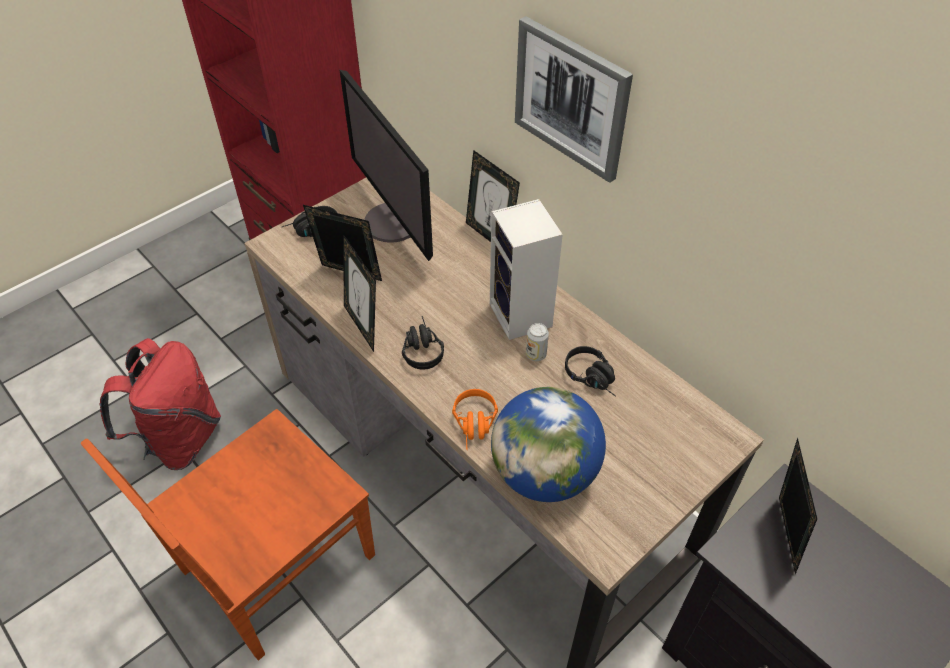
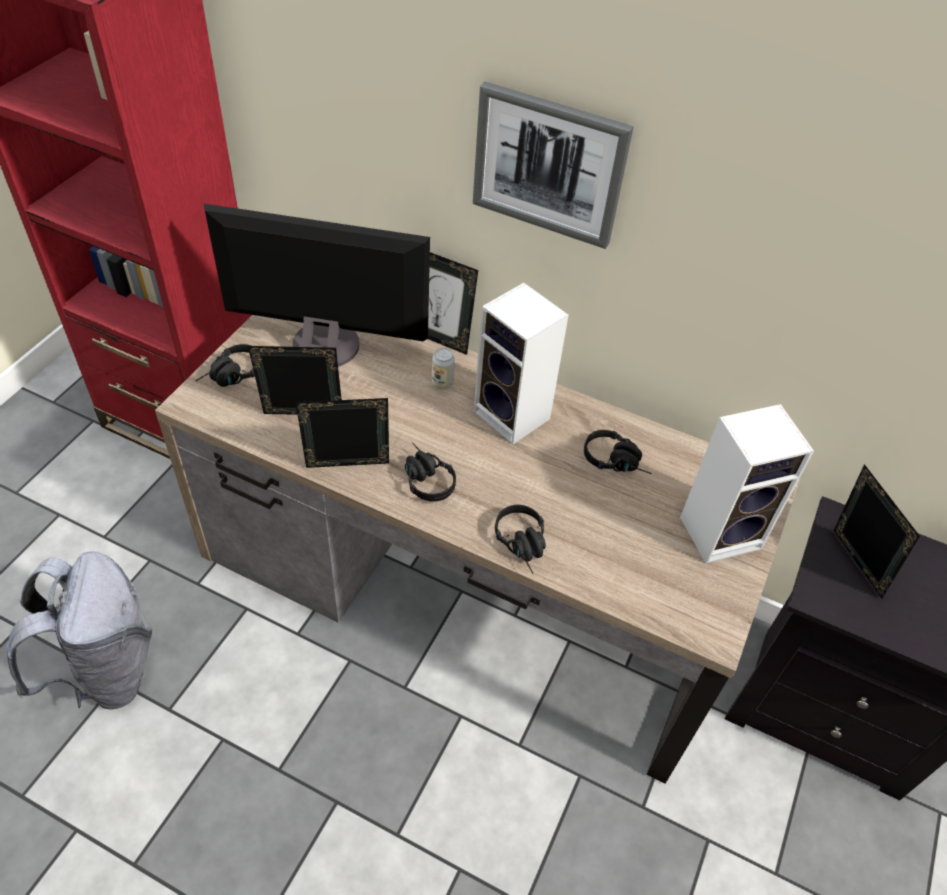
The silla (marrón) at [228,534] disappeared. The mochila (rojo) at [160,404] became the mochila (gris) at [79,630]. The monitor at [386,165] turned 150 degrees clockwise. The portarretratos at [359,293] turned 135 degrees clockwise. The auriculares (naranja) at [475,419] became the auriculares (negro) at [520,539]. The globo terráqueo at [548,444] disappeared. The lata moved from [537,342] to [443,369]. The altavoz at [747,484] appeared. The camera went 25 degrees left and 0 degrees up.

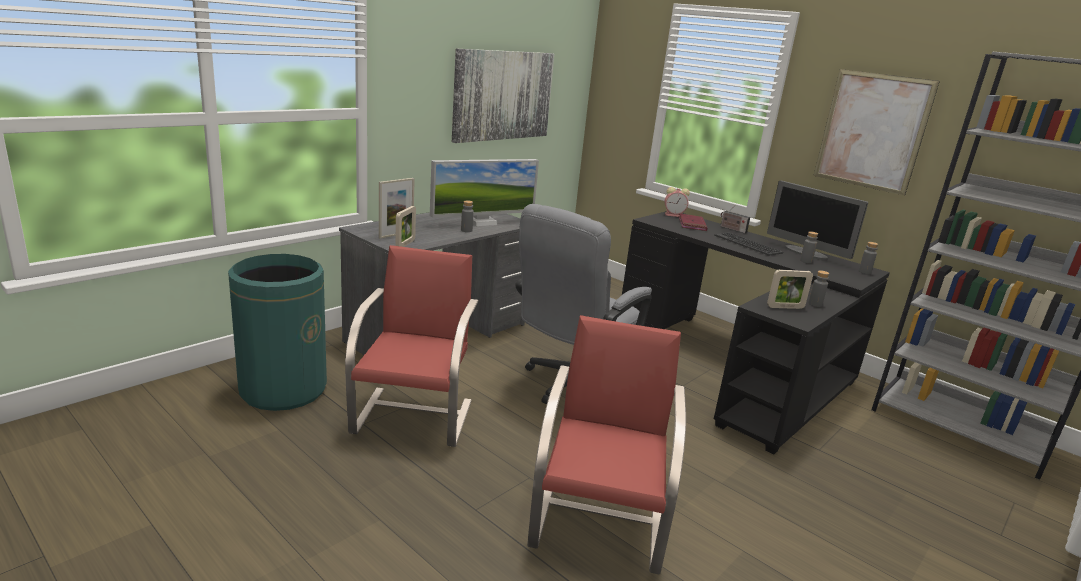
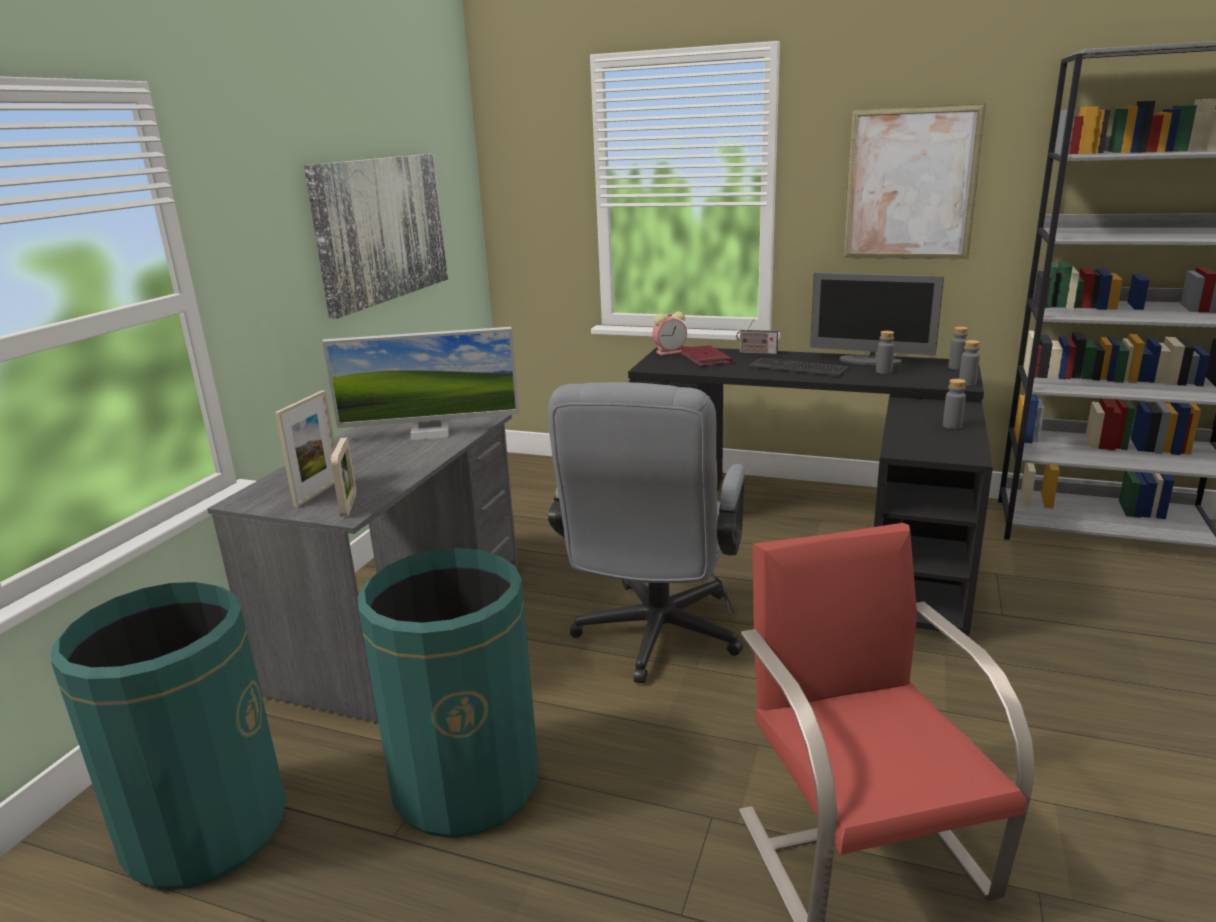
The silla (rojo) at [411,346] was replaced by the papelera (verde) at [448,693]. The monitor at [484,192] turned 45 degrees clockwise. The botella (gris) moved from [467,216] to [969,363]. The portarretratos at [790,289] disappeared. The camera went 20 degrees left and 0 degrees up.

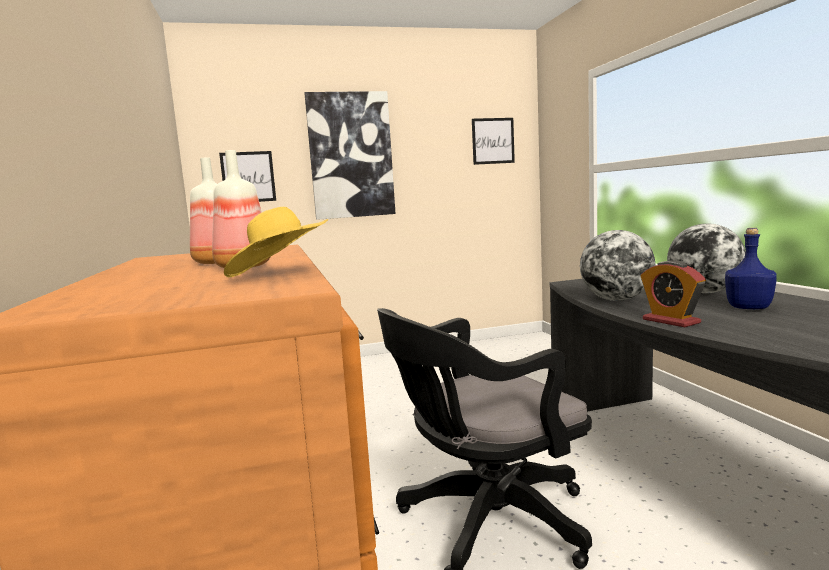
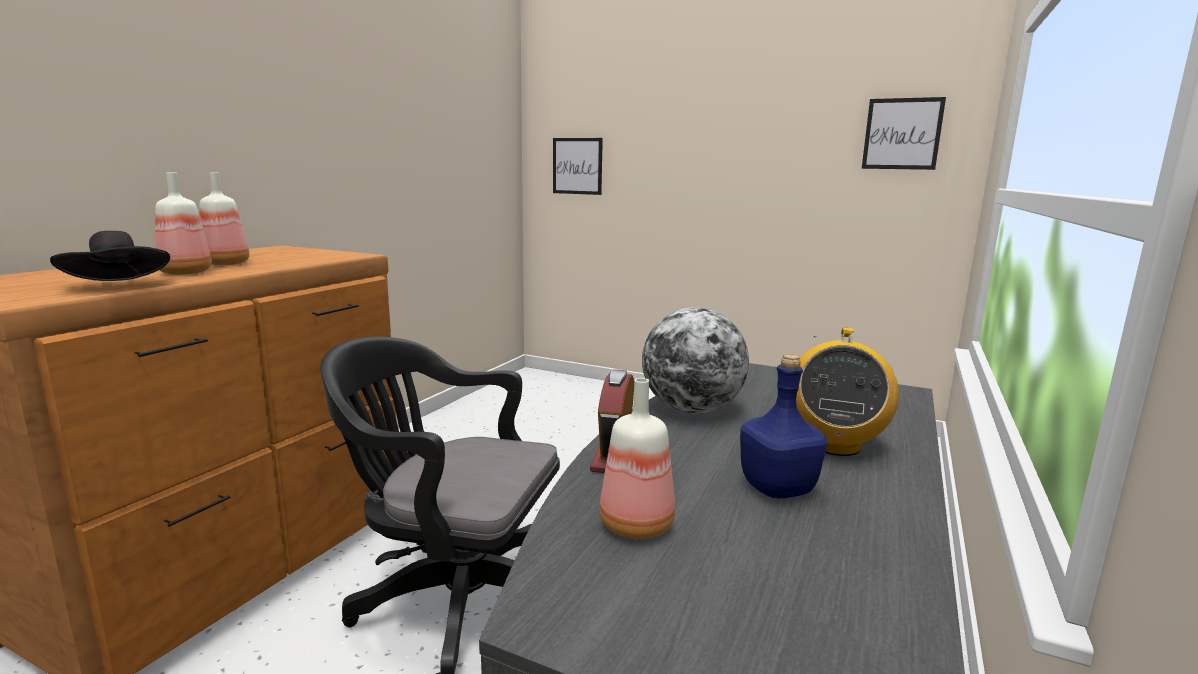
The sombrero (amarillo) at [276,242] became the sombrero (negro) at [110,256]. The cuadro at [350,155] disappeared. The globo terráqueo at [706,258] was replaced by the radio at [847,391]. The botella at [637,458] appeared. The camera went 40 degrees right and 5 degrees up.

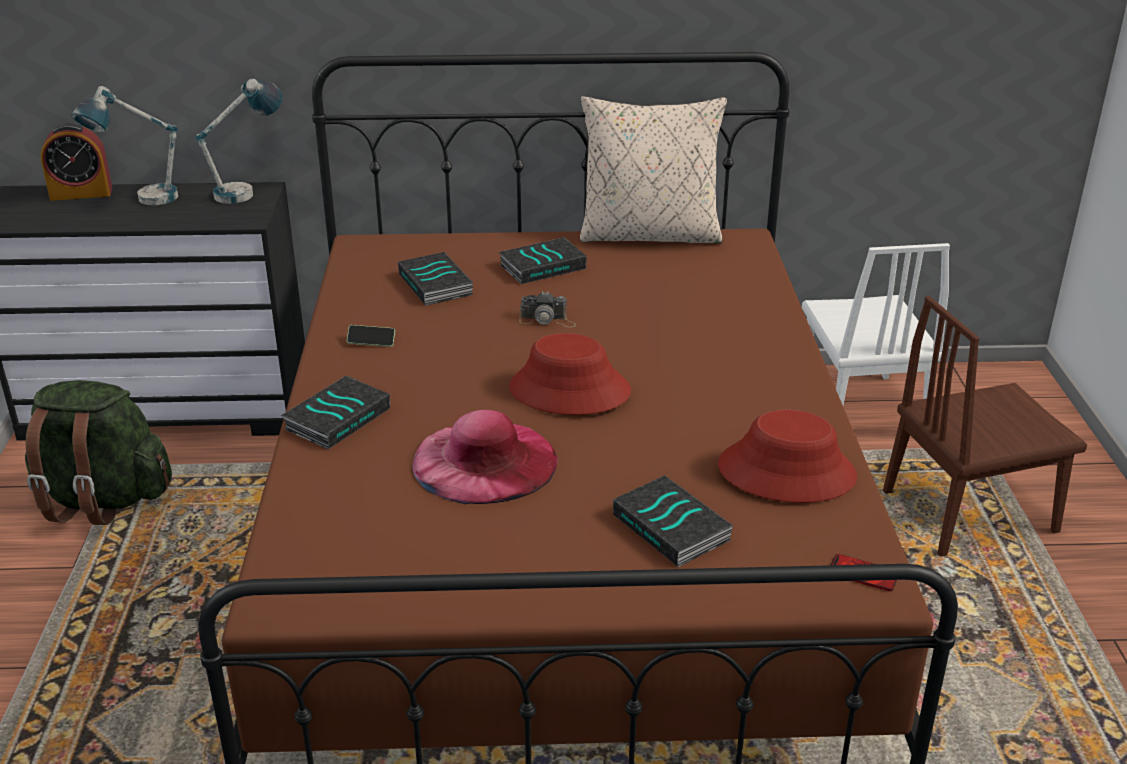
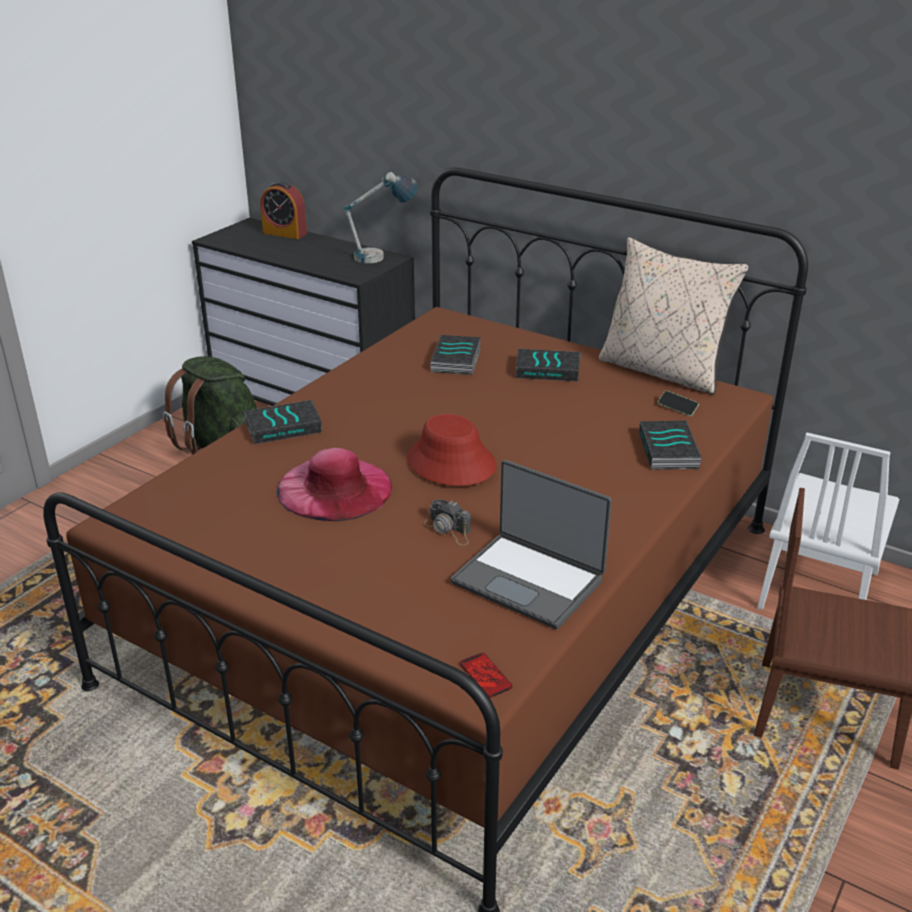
The lámpara de mesa at [124,145] disappeared. The móvil moved from [371,336] to [678,403]. The cámara moved from [547,310] to [447,522]. The libro moved from [673,521] to [670,445]. The sombrero (rojo) at [787,456] was replaced by the portátil at [531,544]. The camera went 35 degrees right and 0 degrees up.

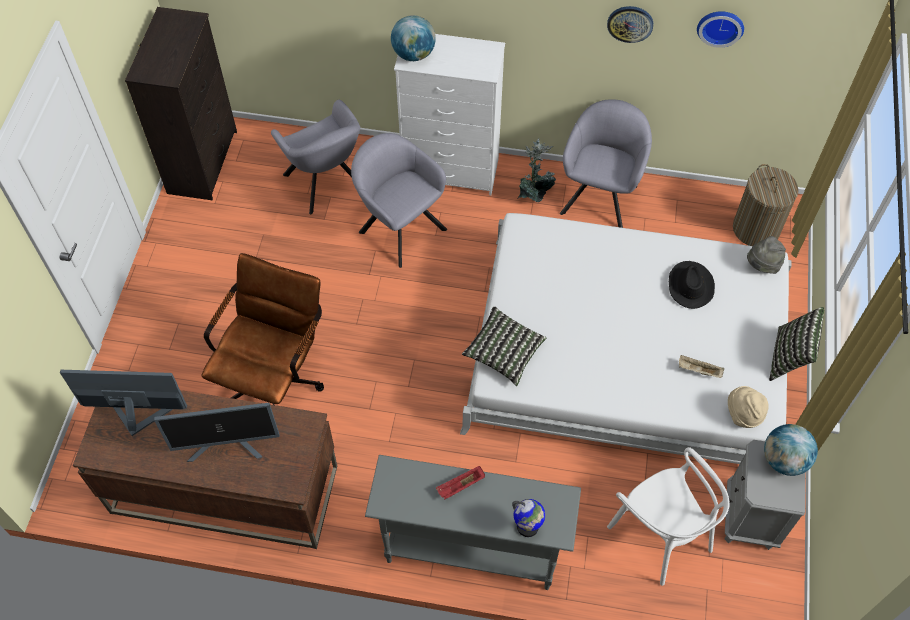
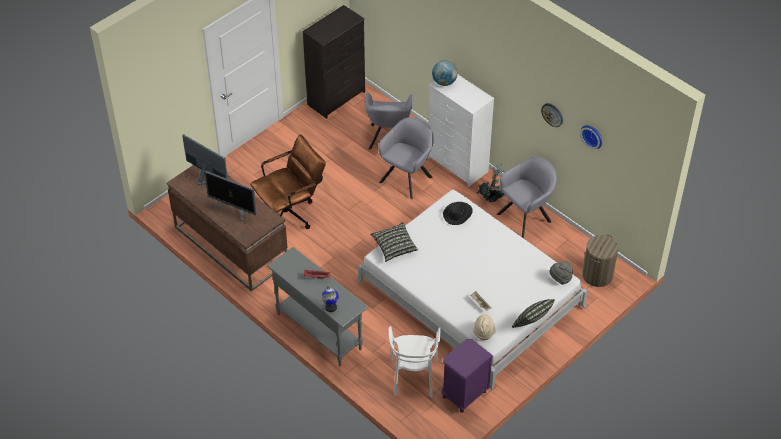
The sillón (gris) at [399,200] turned 45 degrees clockwise. The sombrero (negro) moved from [692,285] to [458,213]. The mesita de noche (gris) at [764,495] became the mesita de noche (morado) at [467,375]. The globo terráqueo at [791,450] disappeared. The camera went 35 degrees right and 10 degrees down.

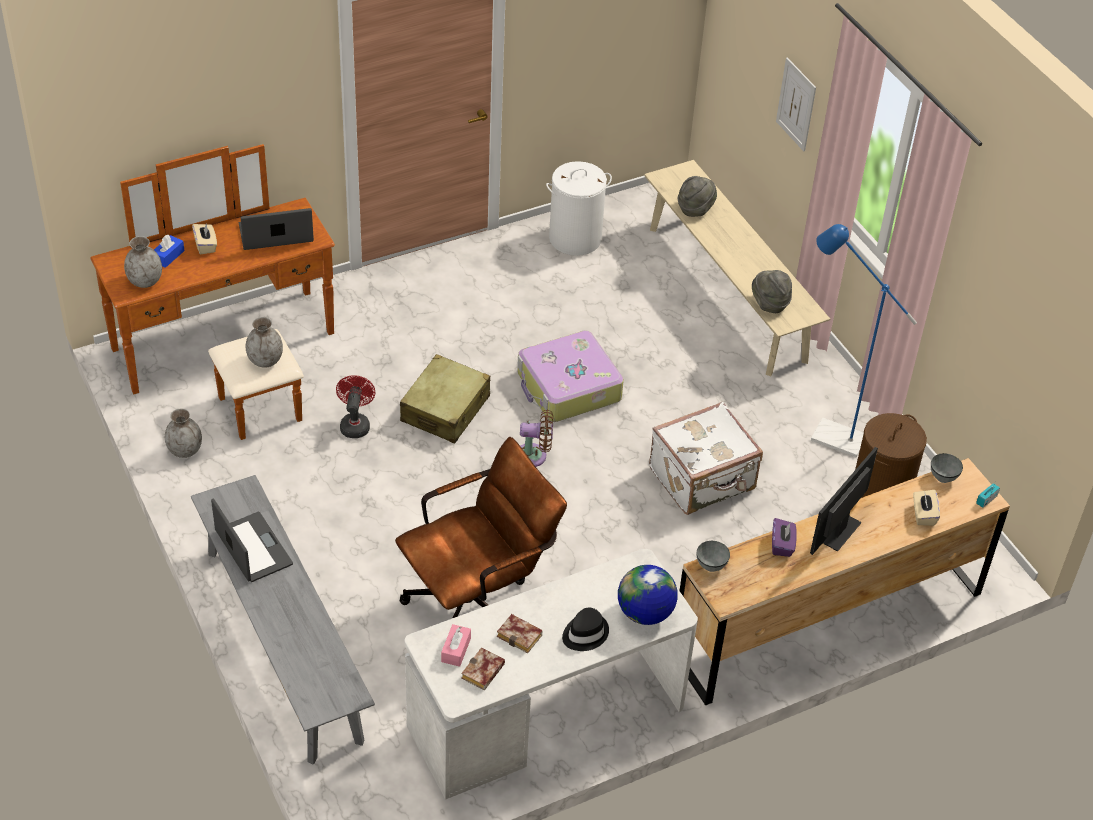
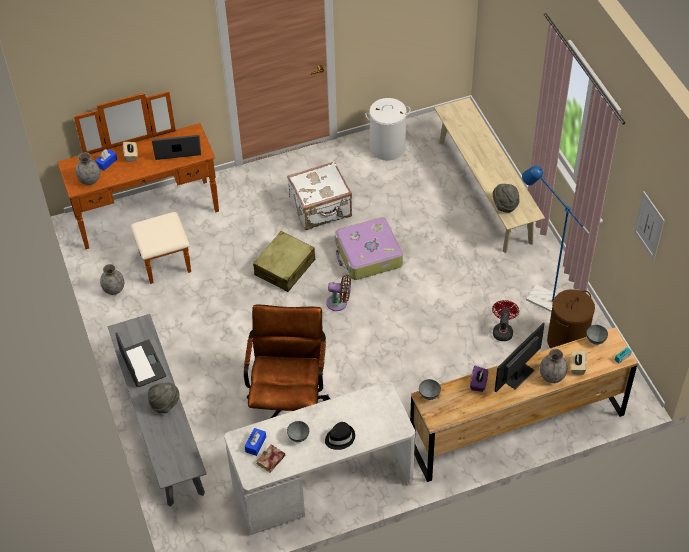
The florero (gris) moved from [264,342] to [553,366]. The ventilador (rojo) moved from [355,406] to [505,320]. The silla de oficina (marrón) at [481,527] turned 60 degrees counterclockwise. The caja de pañuelos (rosa) at [456,645] became the caja de pañuelos (azul) at [255,442]. The libro at [520,633] was replaced by the cuenco (gris) at [298,431]. The globo terráqueo at [648,595] disappeared. The maleta (blanco) moved from [706,458] to [319,195]. The sombrero (gris) moved from [697,196] to [163,398]. The cuadro moved from [796,104] to [649,226]. The camera went 10 degrees right and 5 degrees up.

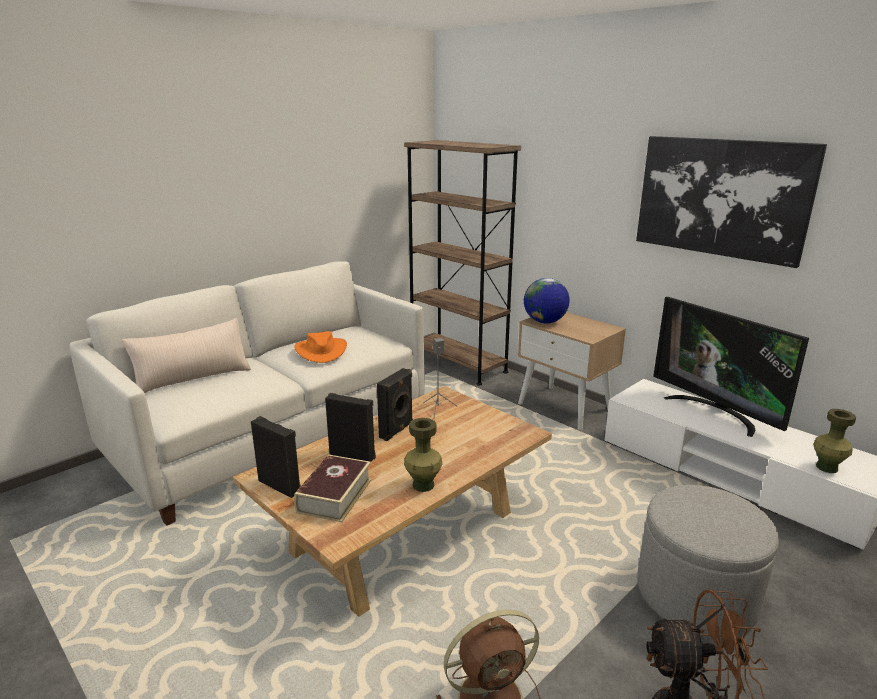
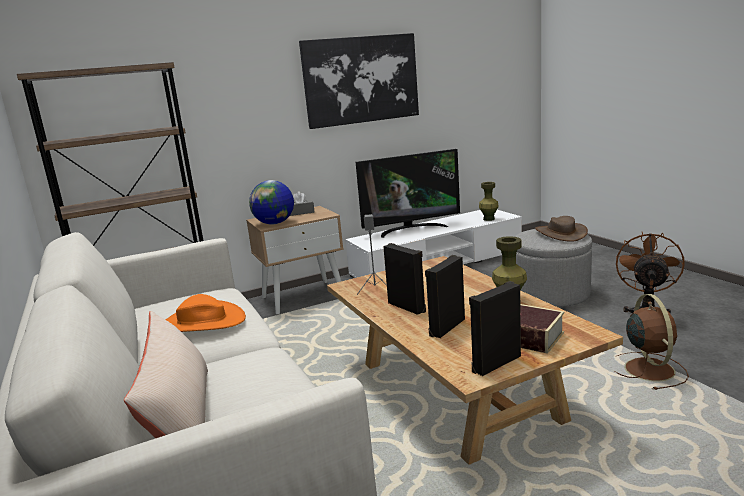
The caja de pañuelos (gris) at [302,203] appeared. The sombrero (marrón) at [561,229] appeared. The camera went 70 degrees left and 5 degrees down.

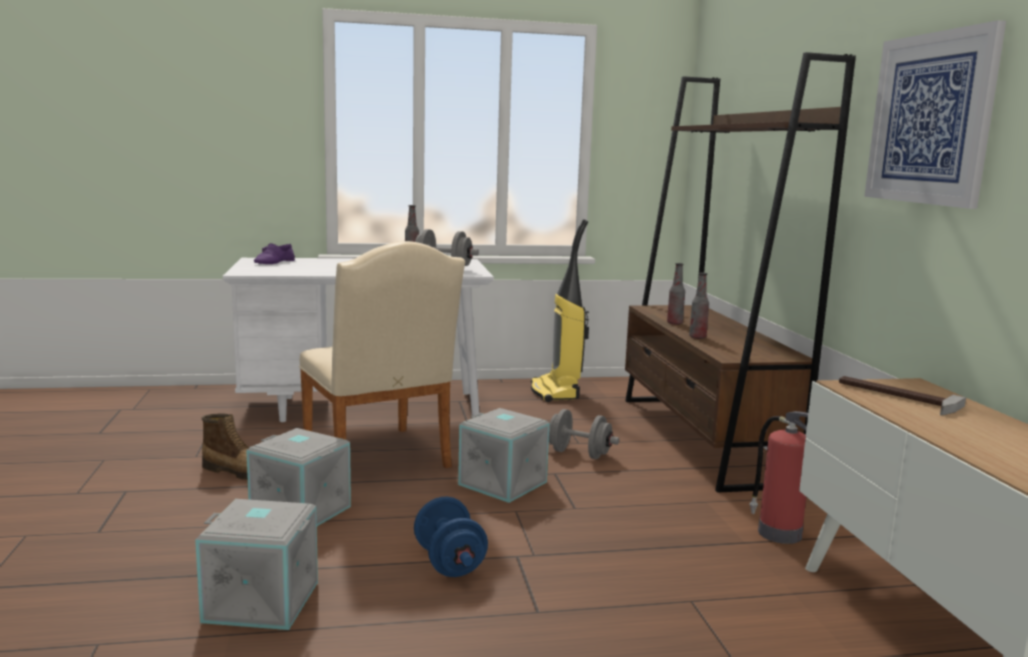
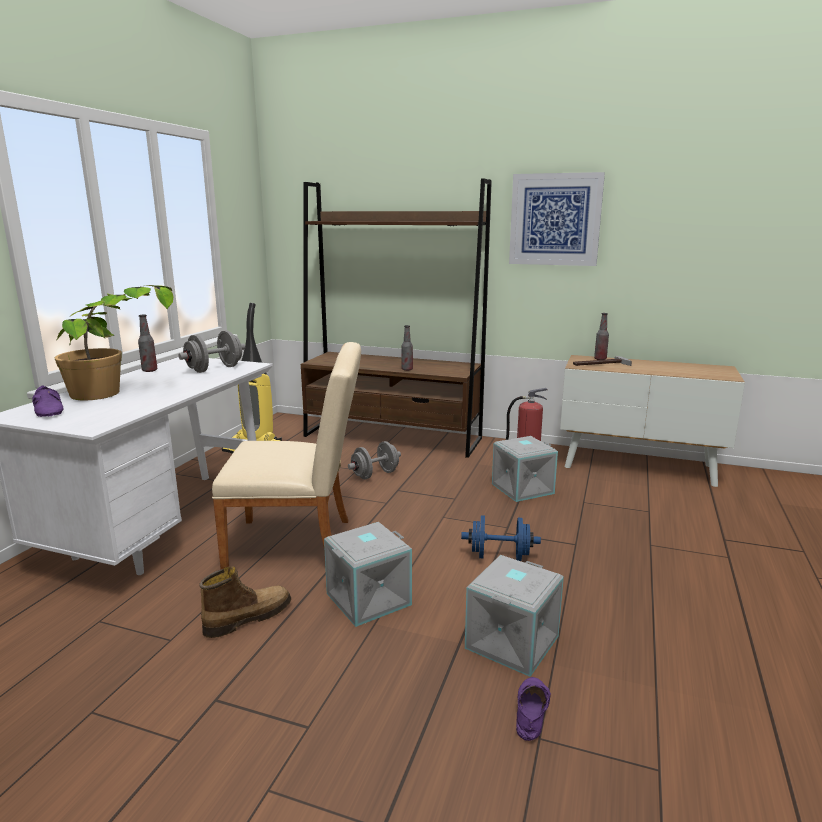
The caja de almacenaje (gris) moved from [503,455] to [525,469]. The botella moved from [676,294] to [601,336]. The planta en maceta at [114,343] appeared. The zapato (morado) at [533,709] appeared. The camera went 60 degrees left and 5 degrees up.

